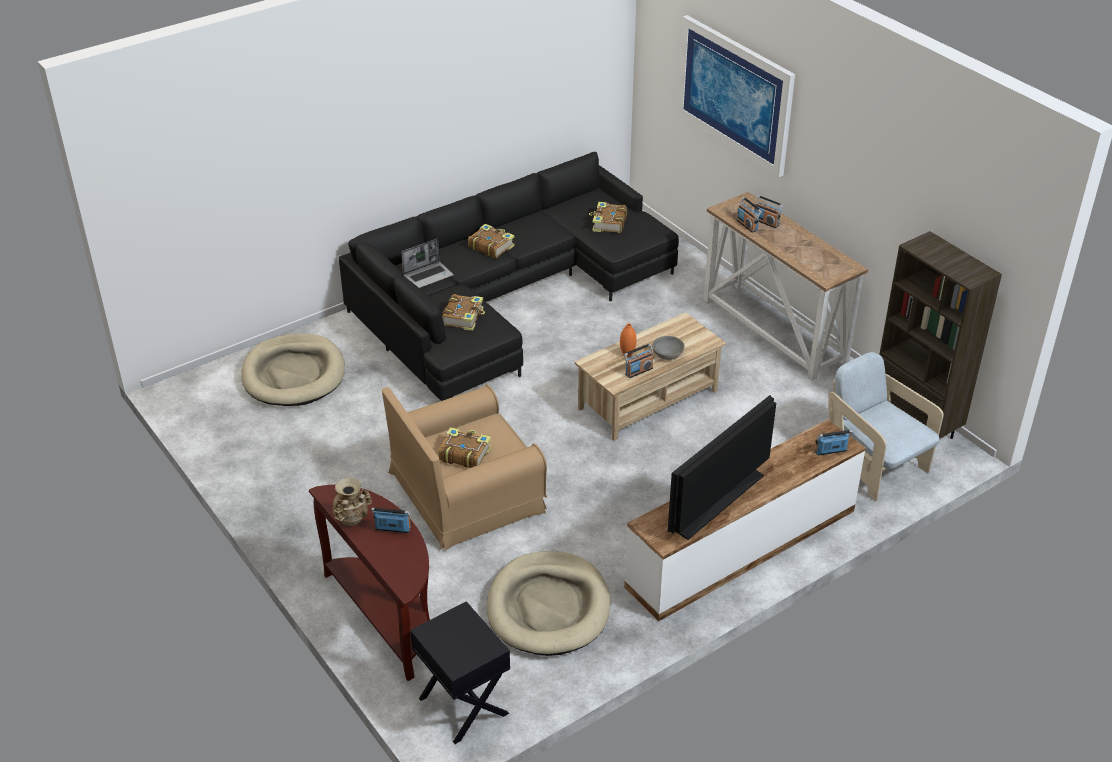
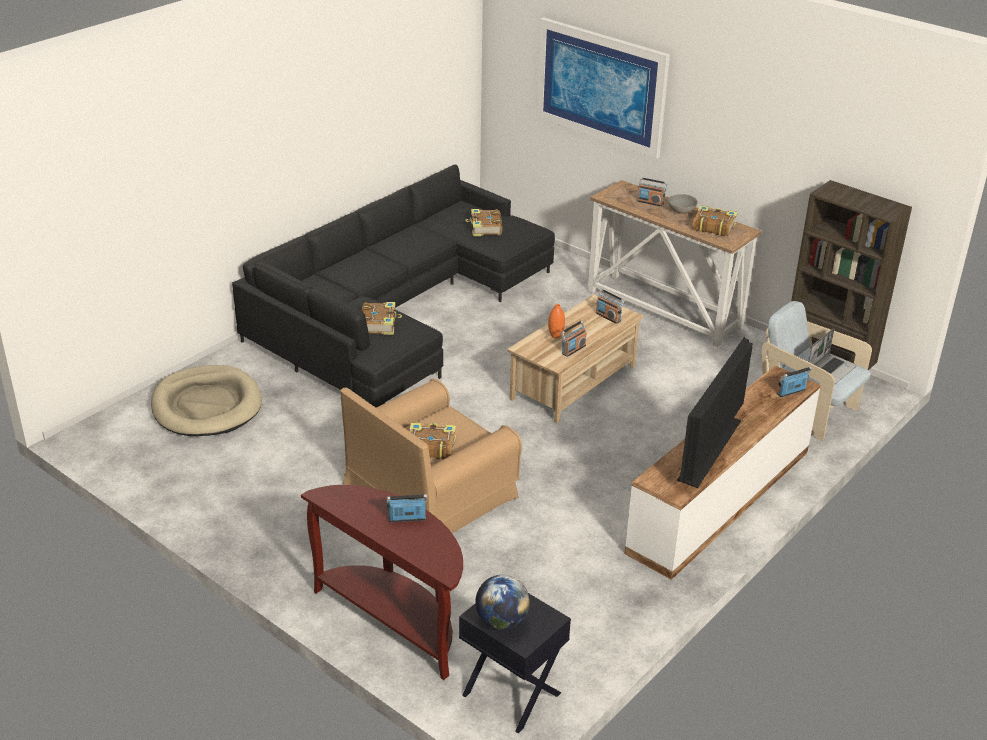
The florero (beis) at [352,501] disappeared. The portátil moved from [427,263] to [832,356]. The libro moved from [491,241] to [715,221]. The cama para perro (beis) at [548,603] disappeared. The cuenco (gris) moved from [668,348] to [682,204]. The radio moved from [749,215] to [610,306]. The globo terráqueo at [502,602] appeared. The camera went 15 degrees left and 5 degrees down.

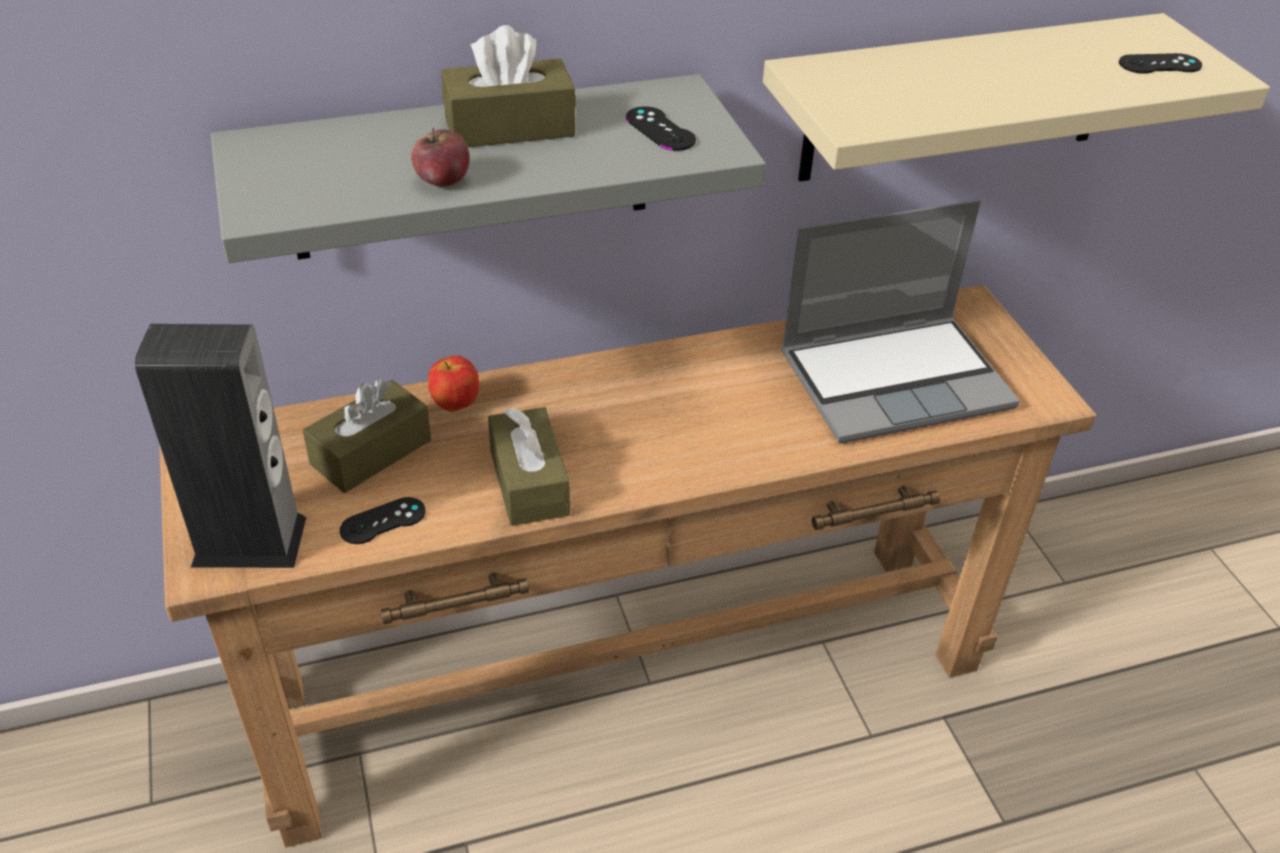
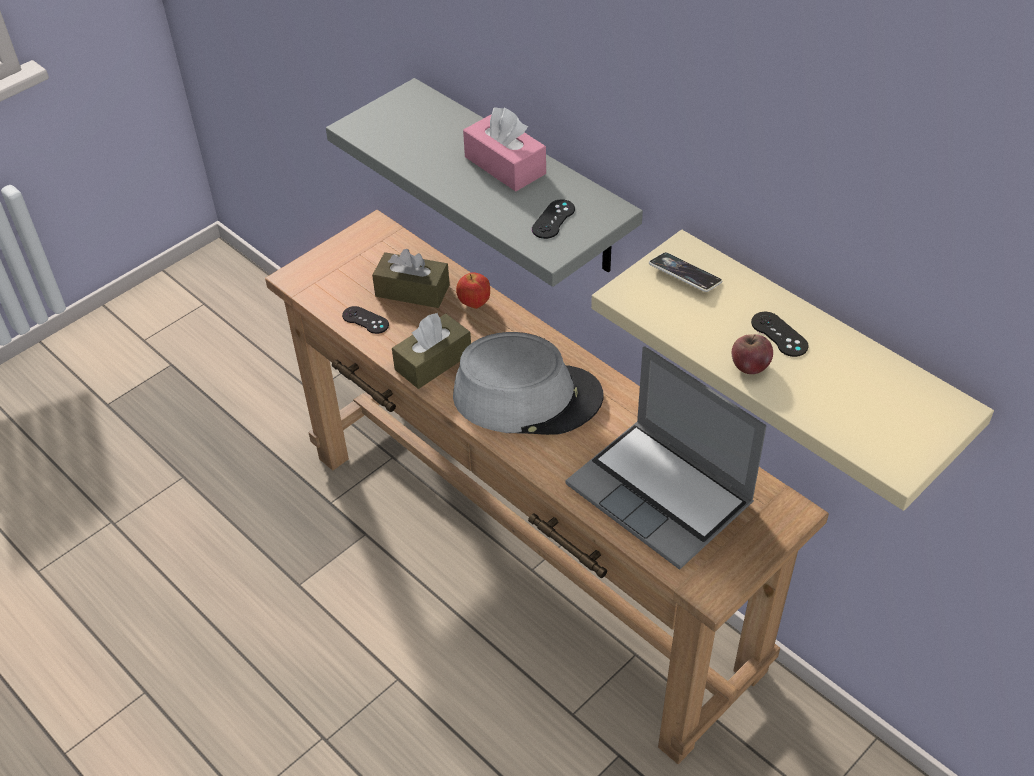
The altavoz at [221,446] disappeared. The manzana moved from [440,157] to [752,354]. The caja de pañuelos (marrón) at [508,86] became the caja de pañuelos (rosa) at [504,149]. The mando de consola (negro) moved from [1160,63] to [780,334]. The sombrero (gris) at [528,383] appeared. The móvil at [685,272] appeared. The camera went 65 degrees right and 5 degrees up.

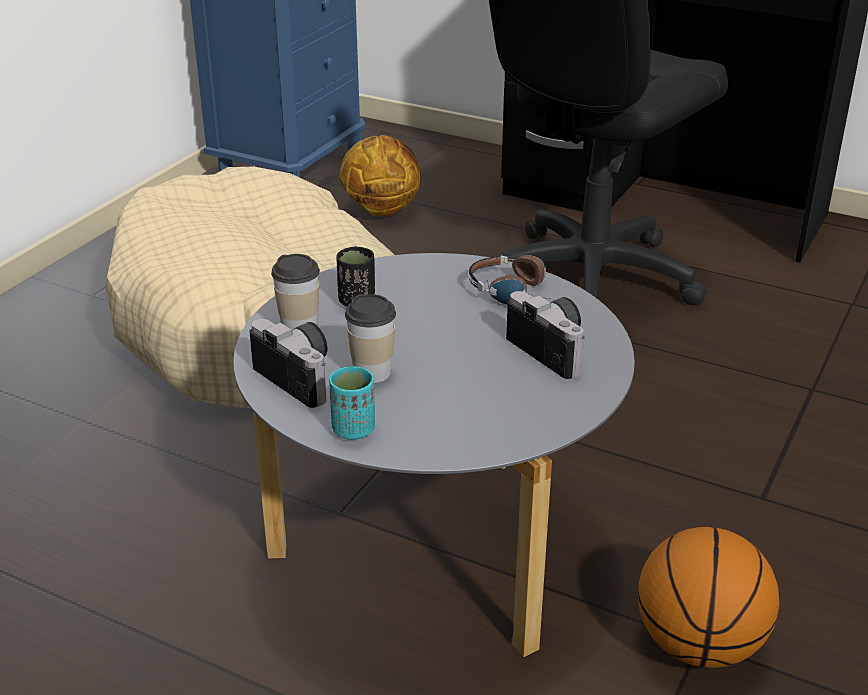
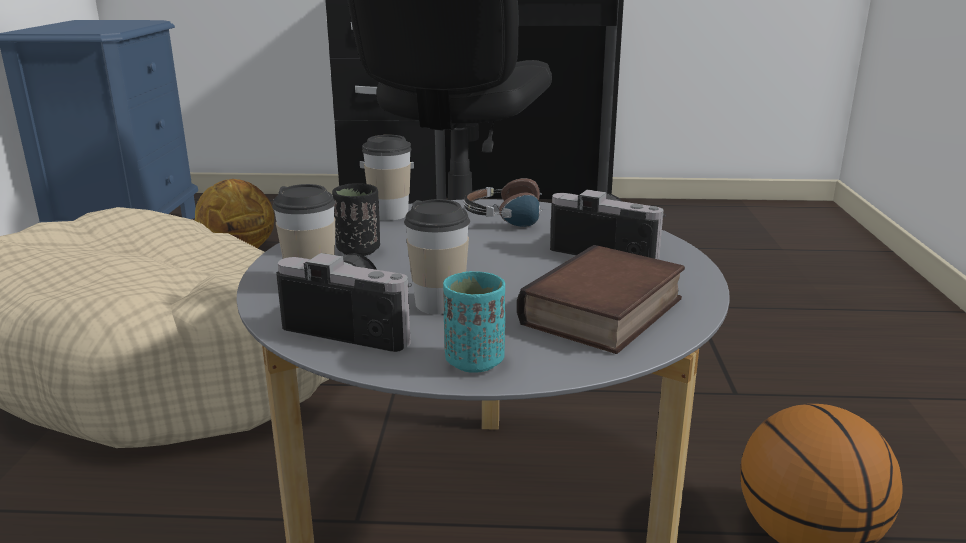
The taza at [387,177] appeared. The libro at [601,299] appeared. The camera went 25 degrees left and 10 degrees down.

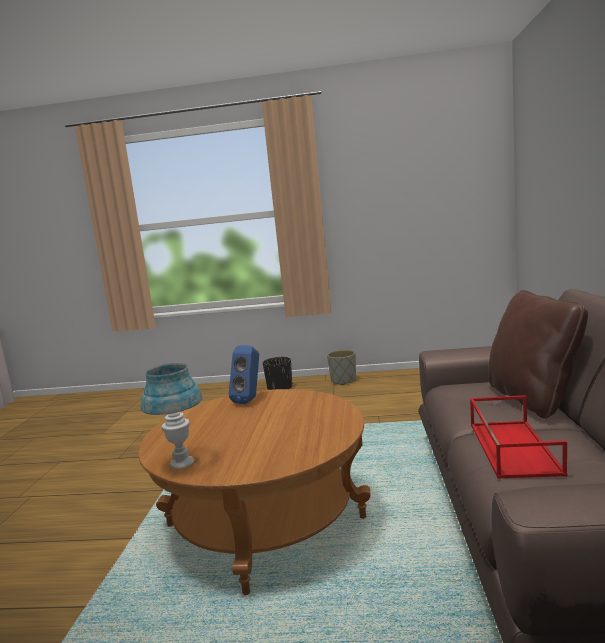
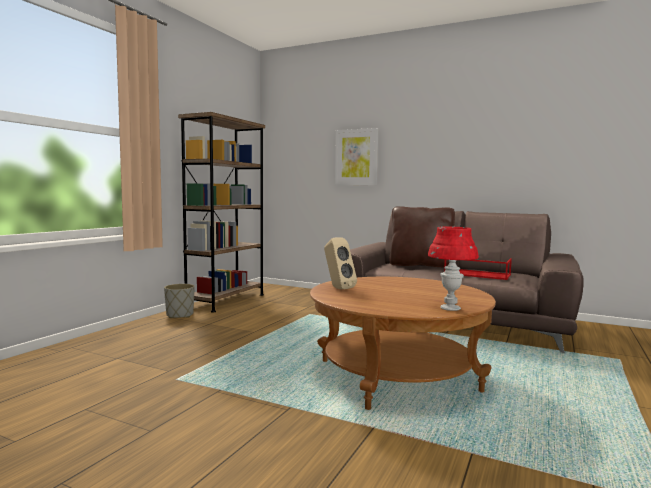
The lámpara de mesa (azul) at [172,416] became the lámpara de mesa (rojo) at [453,268]. The altavoz (azul) at [244,374] became the altavoz (beis) at [340,263]. The maceta (negro) at [277,373] disappeared. The estantería (marrón) at [221,212] appeared. The cuadro at [356,156] appeared. The camera went 70 degrees left and 5 degrees down.

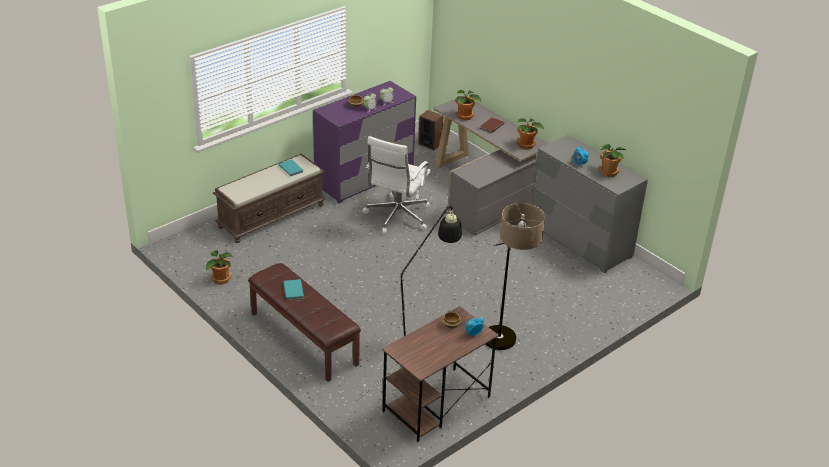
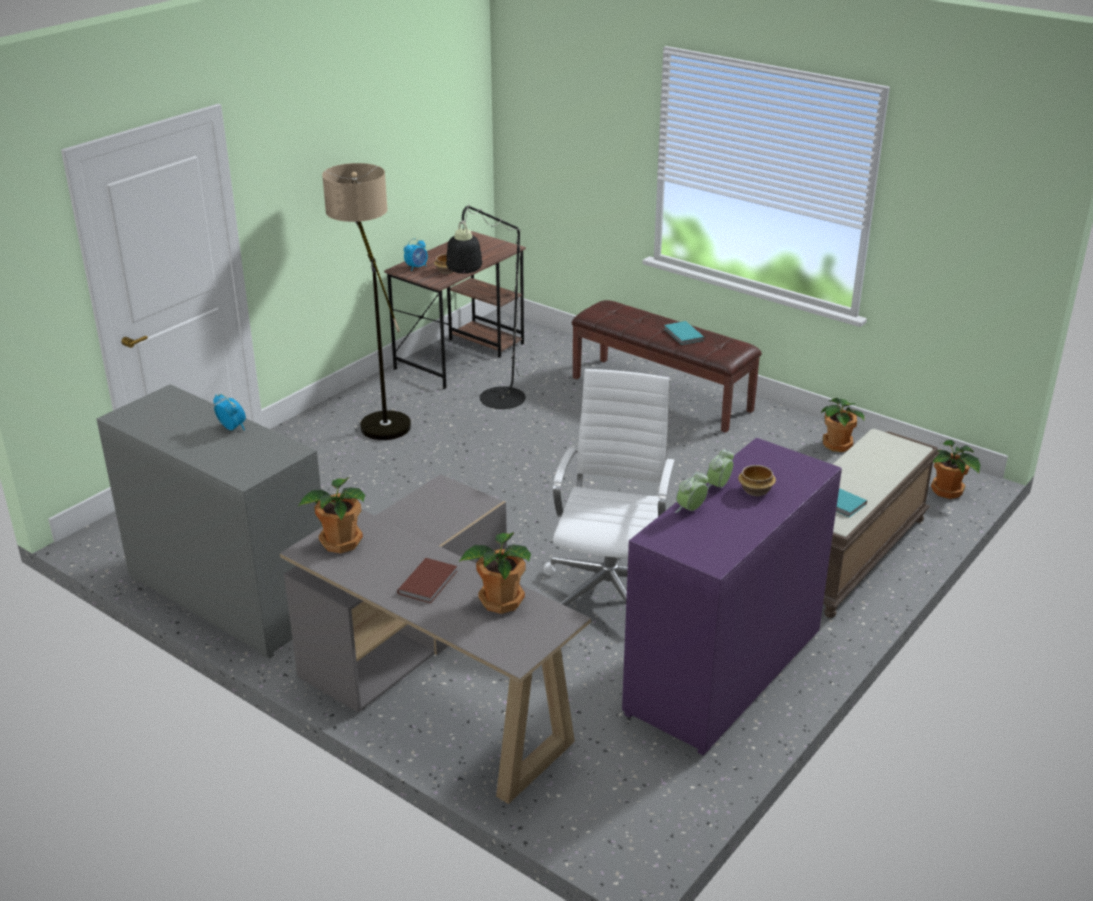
The altavoz at [430,130] disappeared. The planta en maceta moved from [612,160] to [955,469]. The camera went 170 degrees right and 5 degrees down.

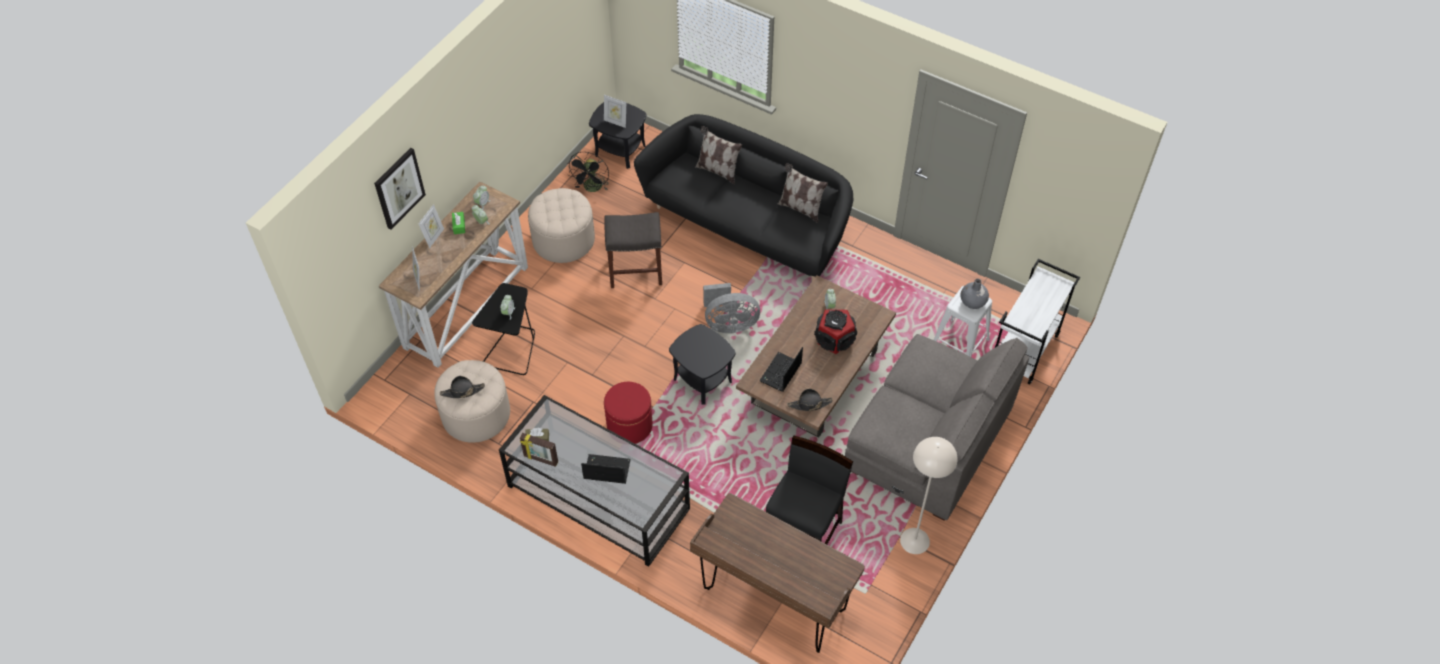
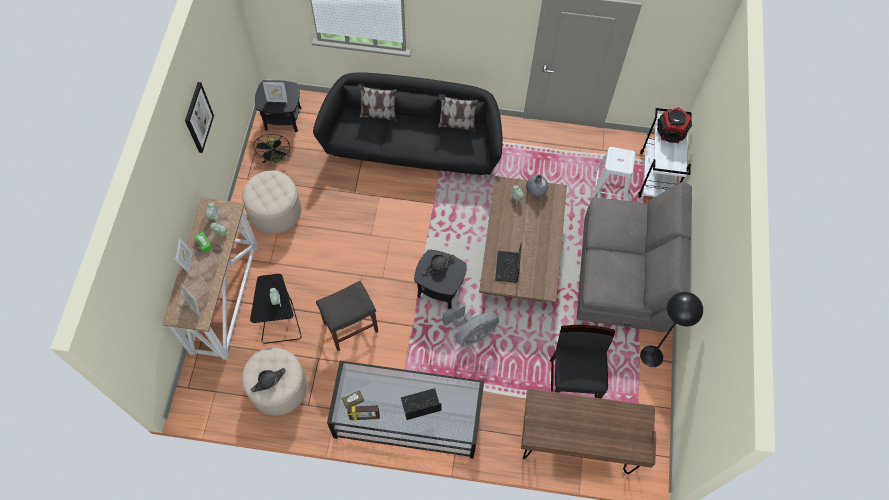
The cuadro moved from [400,189] to [199,117]. The taburete (gris) moved from [633,250] to [347,316]. The puf (rojo) at [628,413] disappeared. The ventilador (gris) moved from [731,308] to [471,324]. The sombrero (negro) moved from [810,400] to [438,264]. The altavoz moved from [835,331] to [674,125]. The lámpara de pie (beis) at [929,495] became the lámpara de pie (negro) at [671,329]. The florero (gris) moved from [974,294] to [537,185]. The camera went 25 degrees left and 10 degrees up.

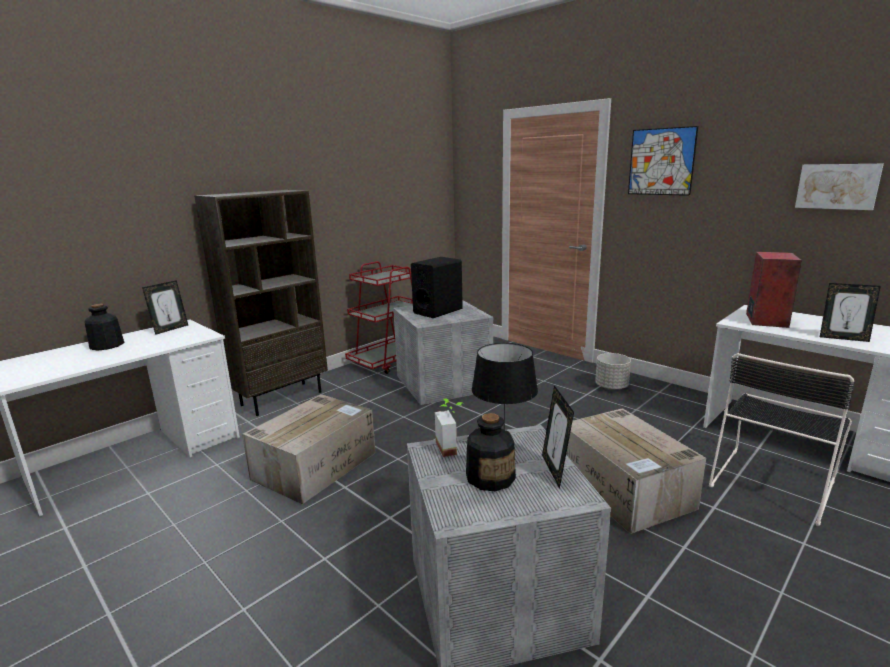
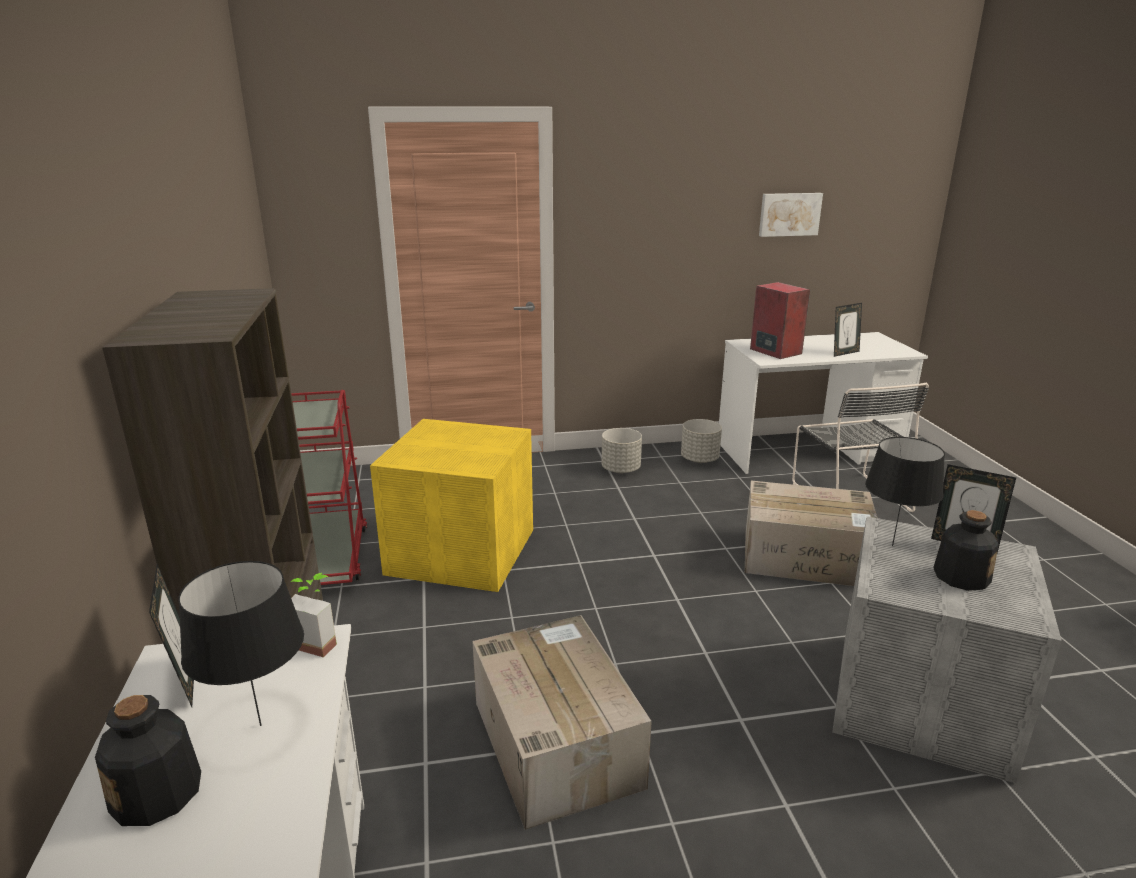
The caja de almacenaje (gris) at [443,352] became the caja de almacenaje (amarillo) at [451,505]. The altavoz (negro) at [437,287] disappeared. The planta en maceta moved from [449,427] to [313,615]. The cuadro at [663,161] disappeared. The lámpara de mesa (negro) at [241,643] appeared. The maceta (gris) at [701,441] appeared. The camera went 55 degrees left and 5 degrees up.

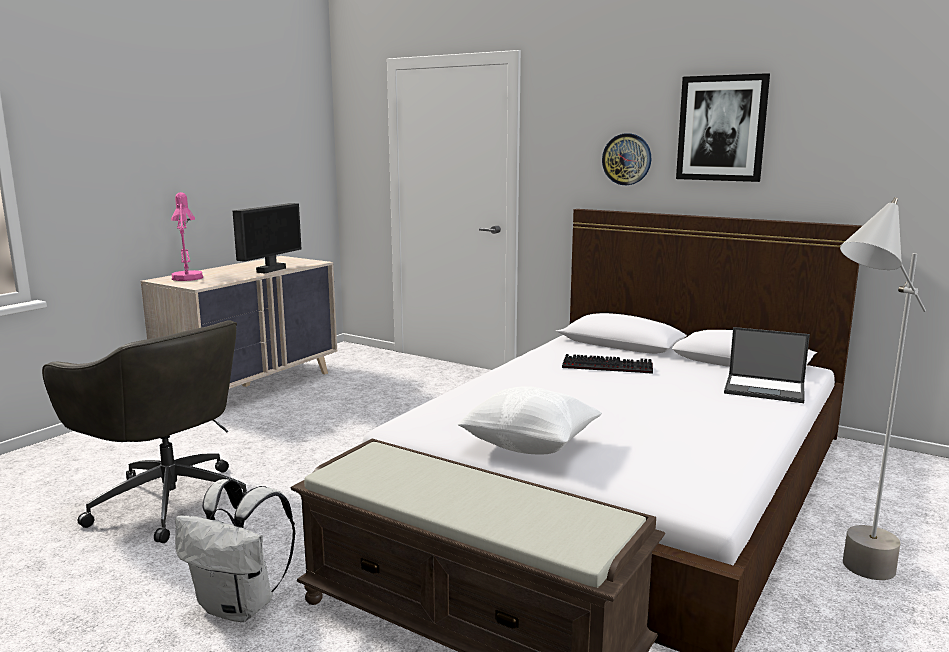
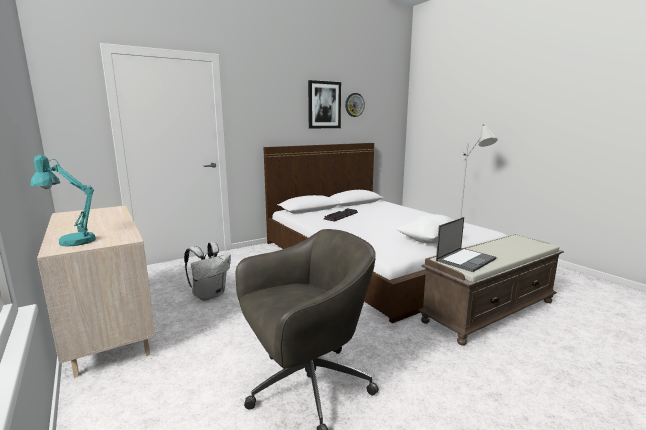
The lámpara de mesa (rosa) at [187,236] became the lámpara de mesa (turquesa) at [63,200]. The mochila (blanco) moved from [235,550] to [207,271]. The monitor at [267,238] disappeared. The reloj de pared moved from [626,159] to [355,105]. The portátil moved from [767,365] to [466,244]. The camera went 65 degrees left and 0 degrees up.

